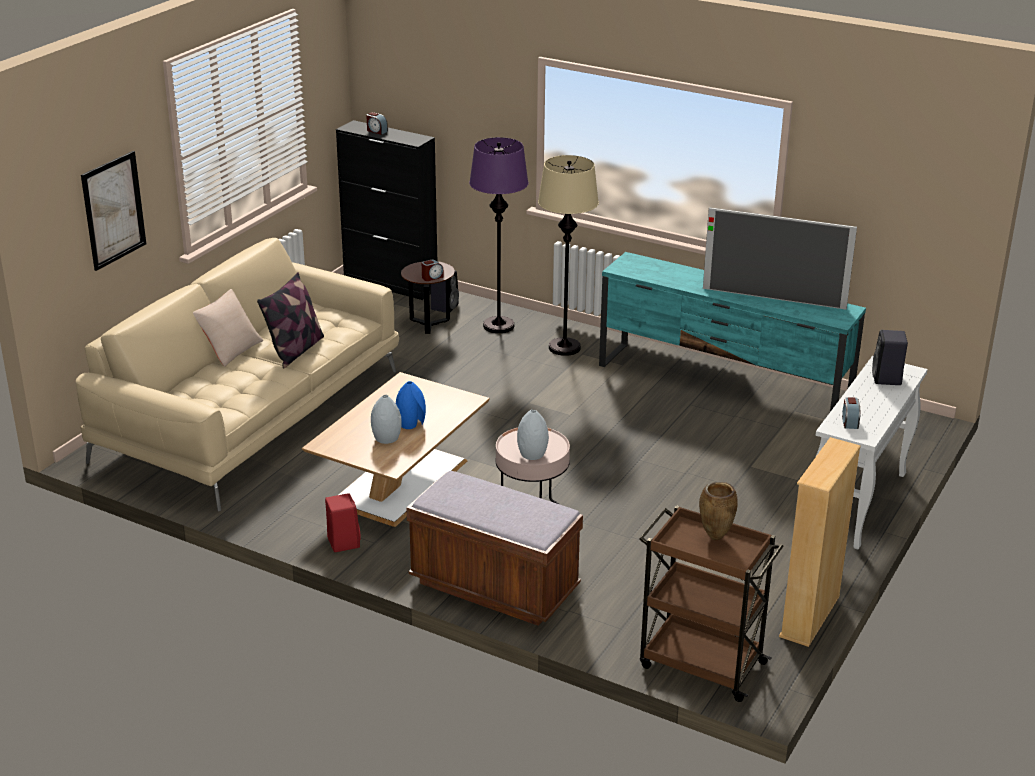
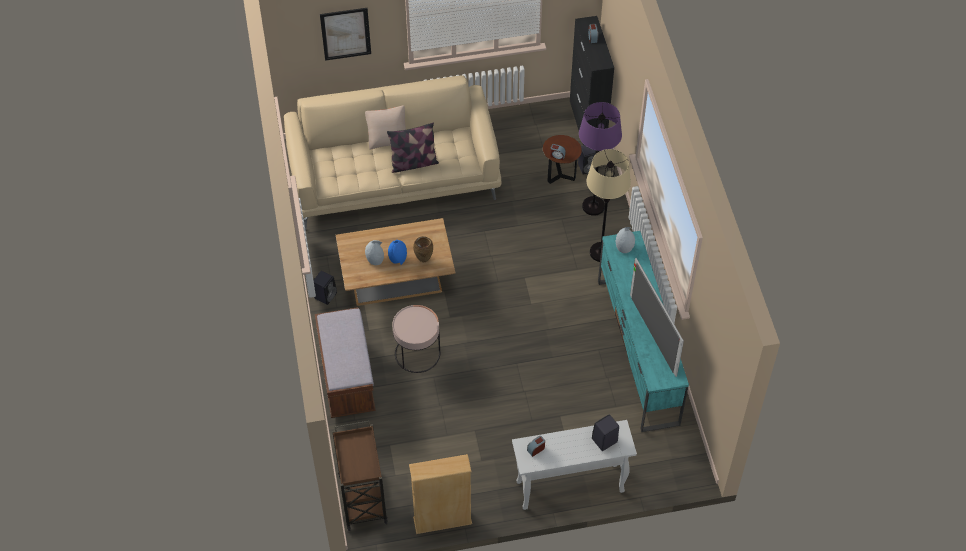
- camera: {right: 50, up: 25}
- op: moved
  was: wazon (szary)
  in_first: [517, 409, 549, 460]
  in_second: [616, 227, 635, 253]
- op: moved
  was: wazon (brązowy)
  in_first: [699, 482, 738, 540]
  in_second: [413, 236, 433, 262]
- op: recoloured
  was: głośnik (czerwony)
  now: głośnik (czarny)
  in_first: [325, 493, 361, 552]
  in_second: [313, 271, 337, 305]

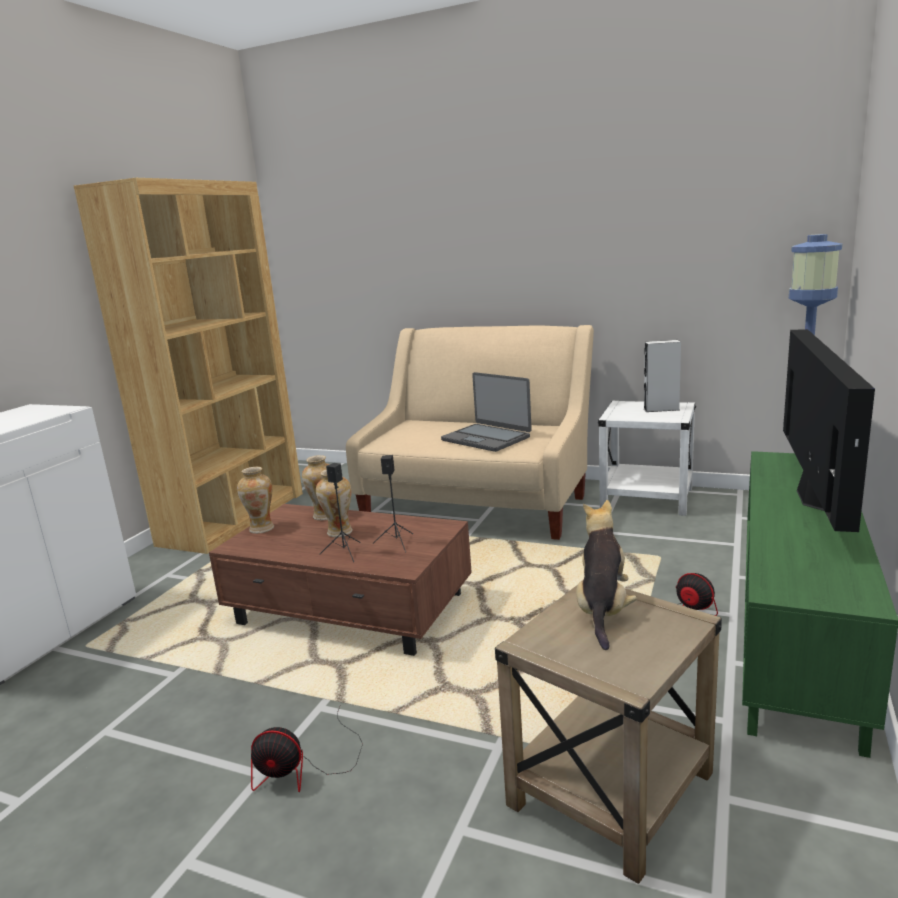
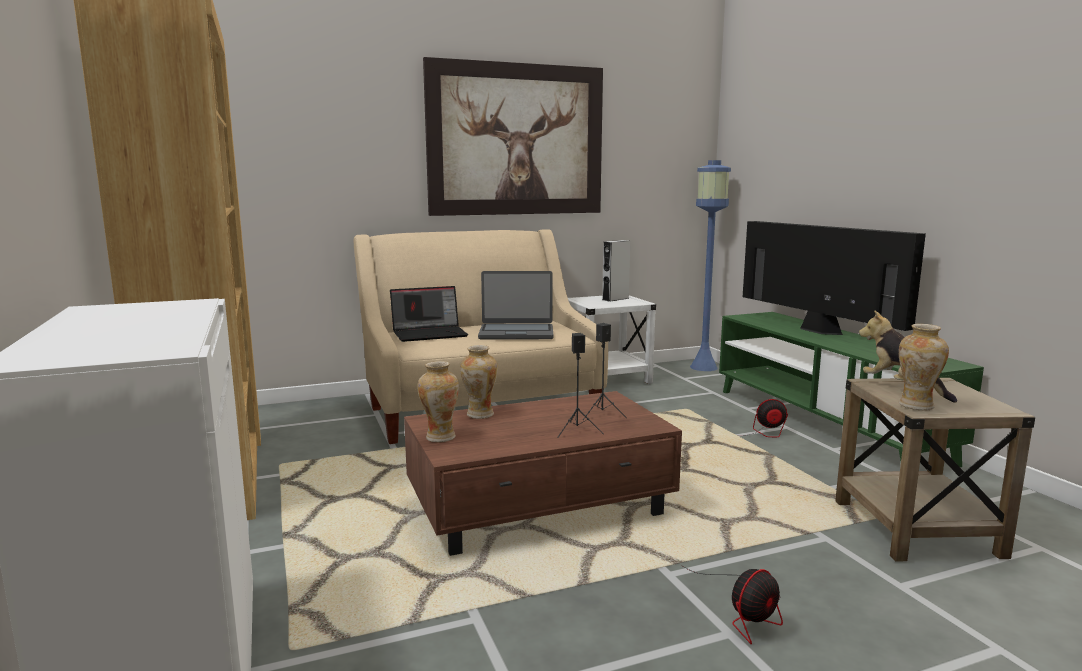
- camera: {right: -45, up: -5}
- op: moved
  was: wazon
  in_first: [316, 469, 353, 537]
  in_second: [899, 324, 949, 410]
- op: added
  now: obraz
  in_second: [423, 57, 603, 216]
- op: added
  now: laptop
  in_second: [390, 286, 468, 342]

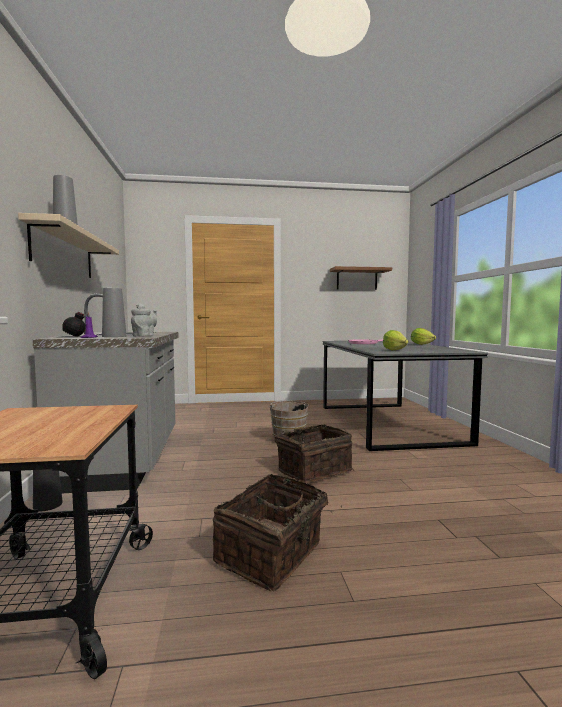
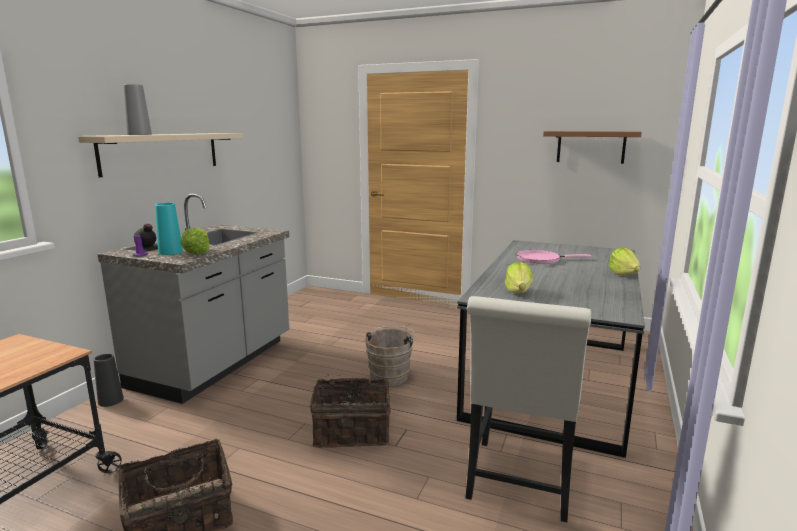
- camera: {right: 30, up: 10}
- op: recoloured
  was: wazon (szary)
  now: wazon (turkusowy)
  in_first: [102, 288, 127, 337]
  in_second: [155, 203, 183, 255]
- op: replaced
  was: imbryk (szary)
  now: sałata
  in_first: [131, 303, 157, 336]
  in_second: [180, 228, 210, 254]
- op: added
  now: krzesło (biały)
  in_second: [466, 296, 591, 523]

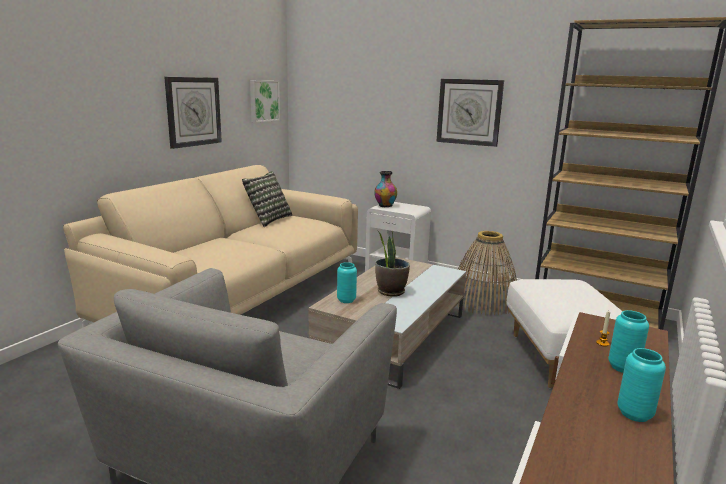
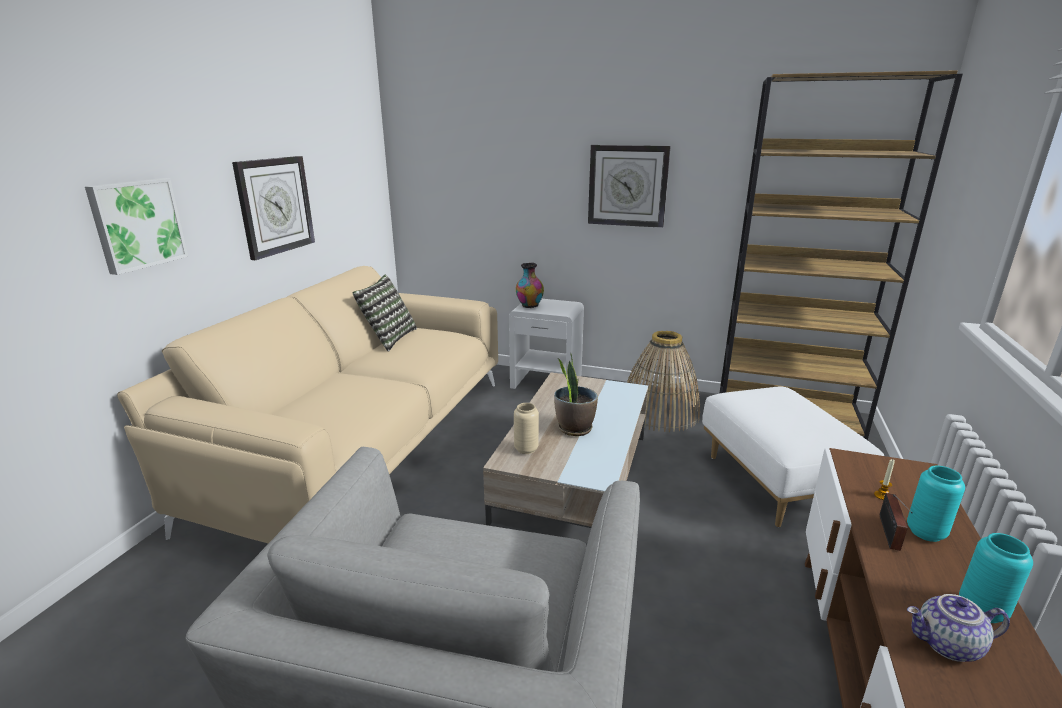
- camera: {right: -10, up: 5}
- op: moved
  was: obraz
  in_first: [250, 80, 280, 123]
  in_second: [85, 178, 188, 275]
- op: recoloured
  was: wazon (turkusowy)
  now: wazon (beżowy)
  in_first: [337, 262, 357, 303]
  in_second: [514, 403, 539, 454]
- op: added
  now: radio
  in_second: [880, 493, 913, 551]
- op: added
  now: imbryk
  in_second: [907, 594, 1010, 662]

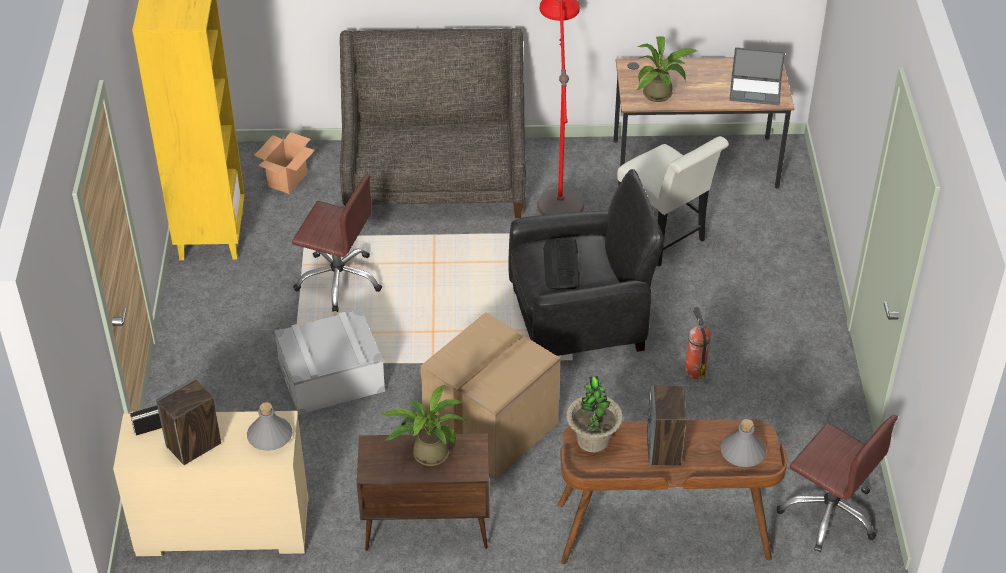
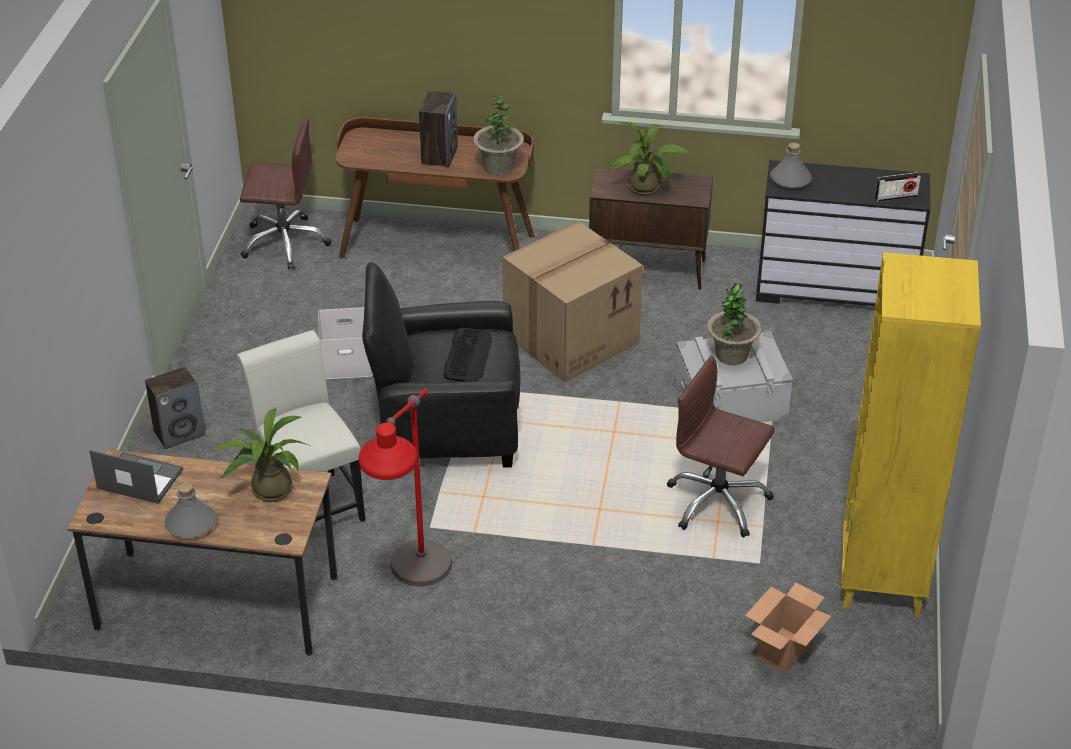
- camera: {right: -170, up: -5}
- op: removed
  was: kanapa (szary)
  in_first: [340, 28, 526, 218]
- op: replaced
  was: gaśnica
  now: pojemnik do przechowywania (biały)
  in_first: [685, 307, 711, 379]
  in_second: [319, 307, 372, 379]
- op: moved
  was: głośnik
  in_first: [156, 378, 221, 465]
  in_second: [145, 367, 205, 449]
- op: recoloured
  was: komoda (beżowy)
  now: komoda (czarny)
  in_first: [113, 411, 309, 556]
  in_second: [756, 160, 930, 306]
- op: turned
  was: krzesło biurowe (brązowy)
  in_first: [777, 415, 898, 552]
  in_second: [240, 119, 331, 269]
  clockwise: 135
- op: moved
  was: butelka (szary)
  in_first: [721, 419, 766, 467]
  in_second: [165, 483, 217, 539]
- op: added
  now: roślina doniczkowa
  in_second: [707, 283, 762, 365]

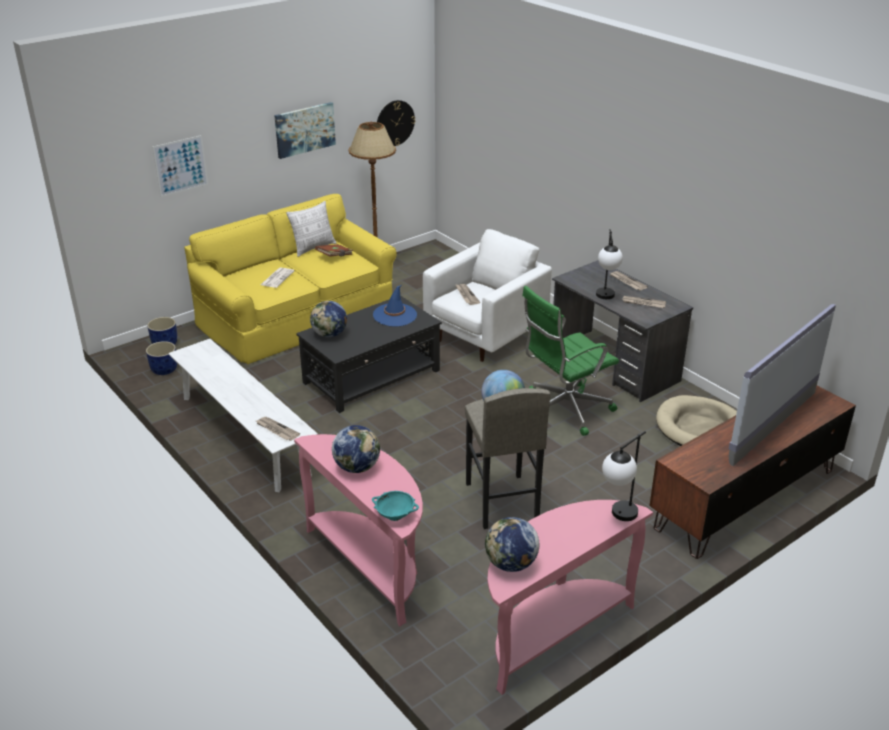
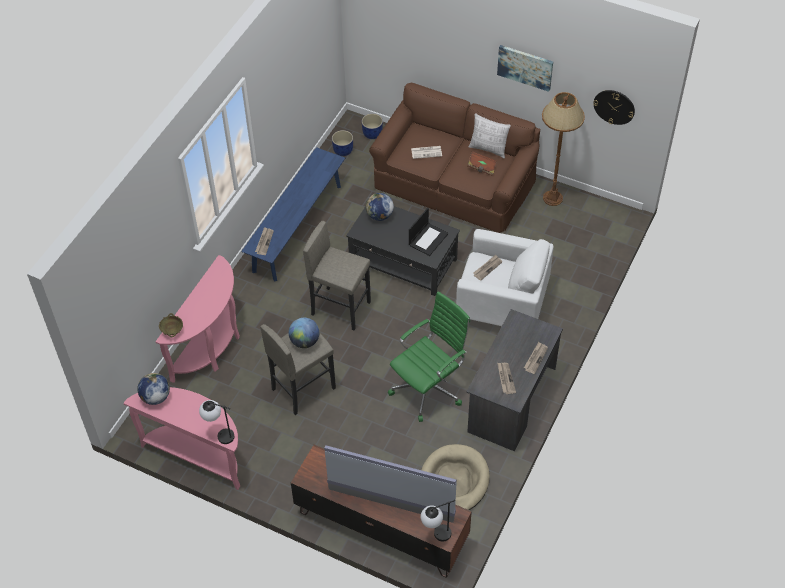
- camera: {right: 65, up: 20}
- op: removed
  was: obraz
  in_first: [152, 135, 208, 197]
- op: recoloured
  was: kanapa (żółty)
  now: kanapa (brązowy)
  in_first: [184, 194, 397, 364]
  in_second: [369, 83, 540, 233]
- op: moved
  was: lampa stołowa
  in_first: [596, 229, 623, 299]
  in_second: [421, 500, 455, 541]
- op: replaced
  was: kapelusz (niebieski)
  now: laptop
  in_first: [373, 285, 417, 327]
  in_second: [409, 208, 448, 256]
- op: turned
  was: krzesło biurowe (zielony)
  in_first: [522, 286, 619, 436]
  in_second: [388, 291, 470, 422]
  clockwise: 105
- op: recoloured
  was: ławka (biały)
  now: ławka (niebieski)
  in_first: [168, 339, 318, 492]
  in_second: [241, 147, 345, 282]
- op: removed
  was: globus
  in_first: [332, 425, 380, 473]
- op: recoloured
  was: miska (turkusowy)
  now: miska (beżowy)
  in_first: [372, 491, 419, 521]
  in_second: [159, 313, 183, 337]
- op: added
  now: stołek (szary)
  in_second: [303, 221, 371, 331]

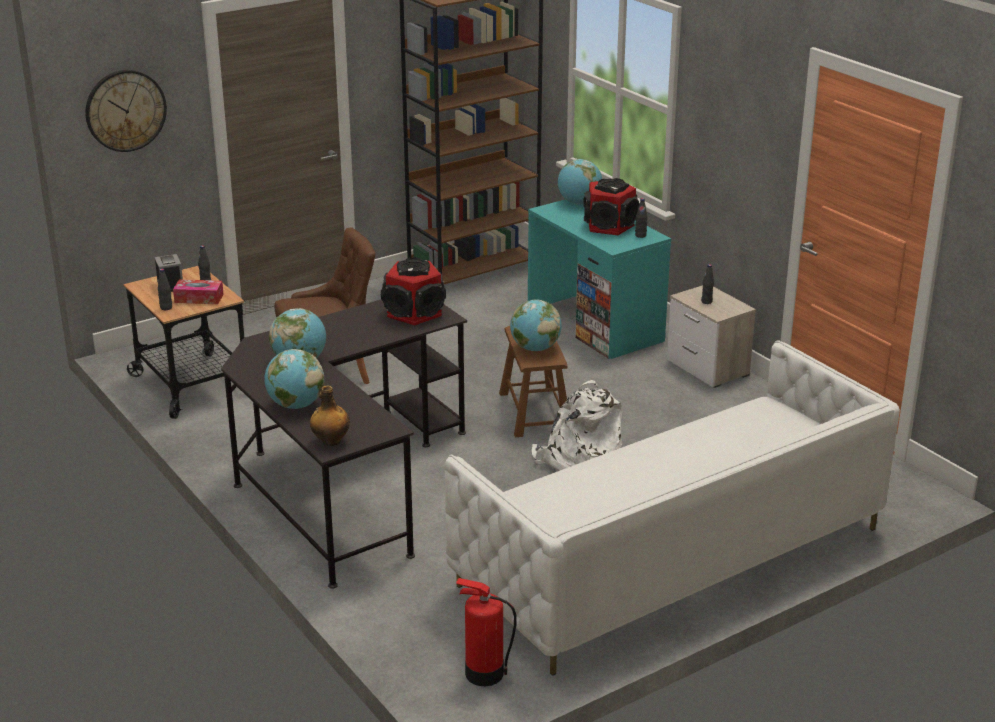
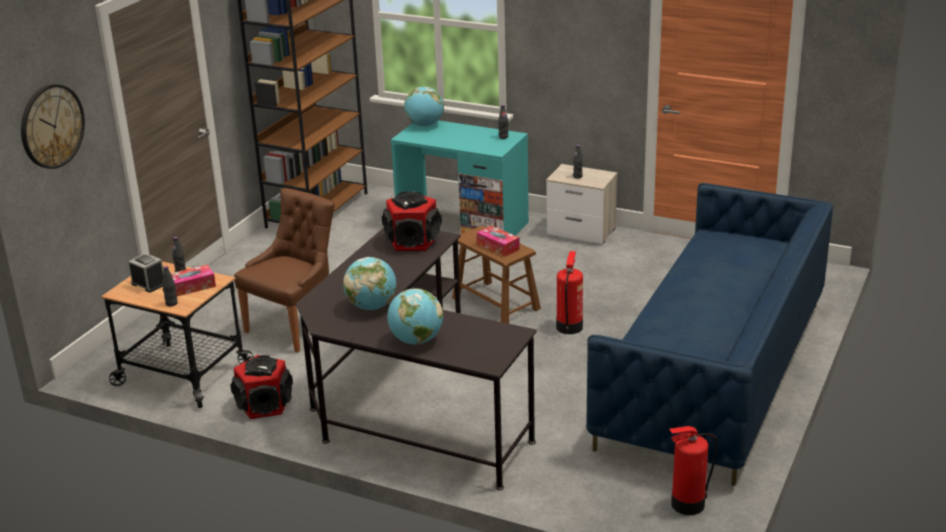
- camera: {right: -30, up: 0}
- op: moved
  was: głośnik
  in_first: [583, 178, 639, 235]
  in_second: [231, 355, 293, 419]
- op: replaced
  was: globus
  now: pudełko chusteczek
  in_first: [510, 299, 562, 351]
  in_second: [477, 226, 520, 257]
- op: recoloured
  was: kanapa (biały)
  now: kanapa (niebieski)
  in_first: [445, 340, 900, 676]
  in_second: [586, 183, 833, 486]
- op: replaced
  was: plecak (biały)
  now: gaśnica
  in_first: [532, 380, 622, 471]
  in_second: [556, 251, 583, 334]
- op: removed
  was: butelka
  in_first: [310, 386, 350, 446]

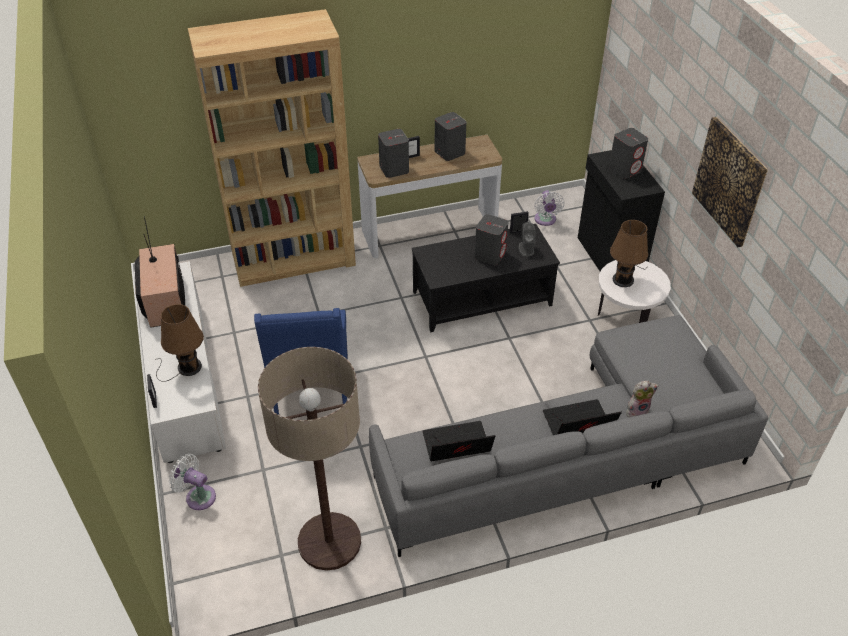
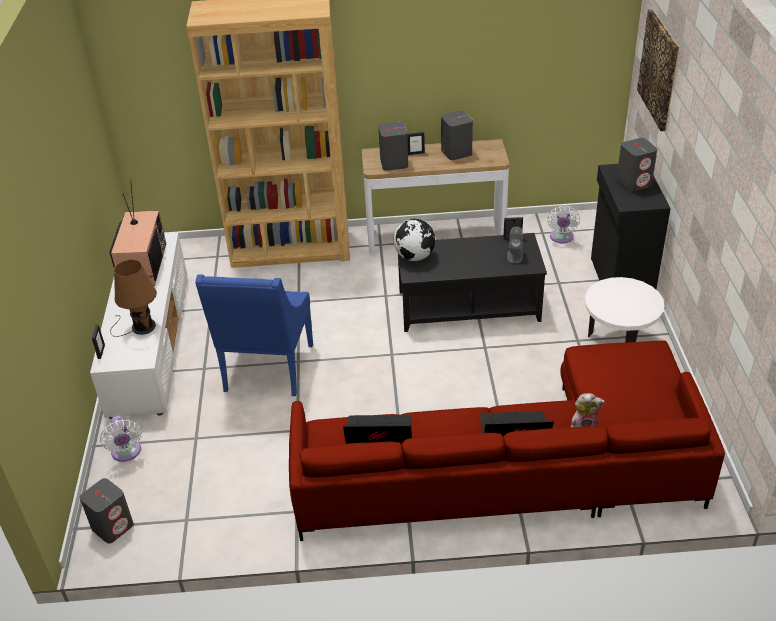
- camera: {right: 15, up: -5}
- op: moved
  was: obraz
  in_first: [692, 117, 768, 247]
  in_second: [637, 9, 679, 131]
- op: moved
  was: głośnik (szary)
  in_first: [475, 214, 508, 265]
  in_second: [80, 478, 134, 544]
- op: removed
  was: lampa stołowa (brązowy)
  in_first: [610, 220, 648, 287]
- op: recoloured
  was: kanapa (szary)
  now: kanapa (czerwony)
  in_first: [369, 315, 768, 557]
  in_second: [289, 340, 725, 541]
- op: removed
  was: lampa stojąca
  in_first: [258, 347, 361, 571]
- op: turned
  was: wentylator (biały)
  in_first: [169, 454, 216, 510]
  in_second: [100, 416, 142, 462]
  clockwise: -150
- op: added
  now: globus
  in_second: [393, 219, 435, 261]

